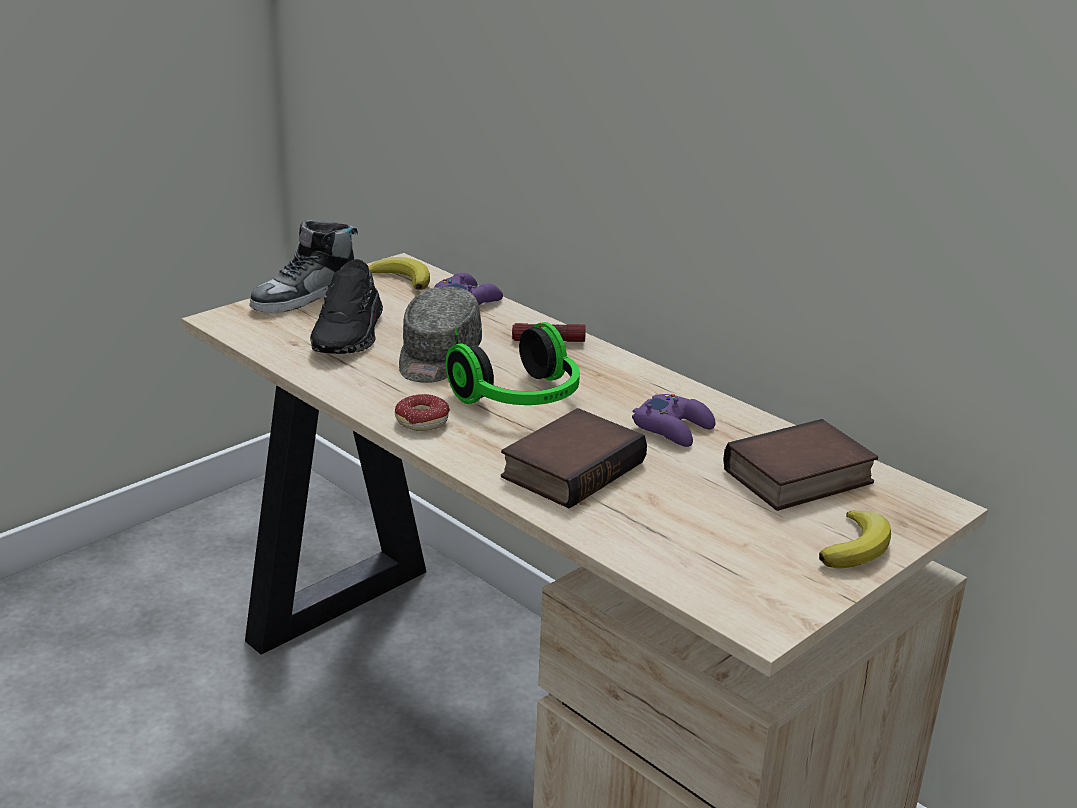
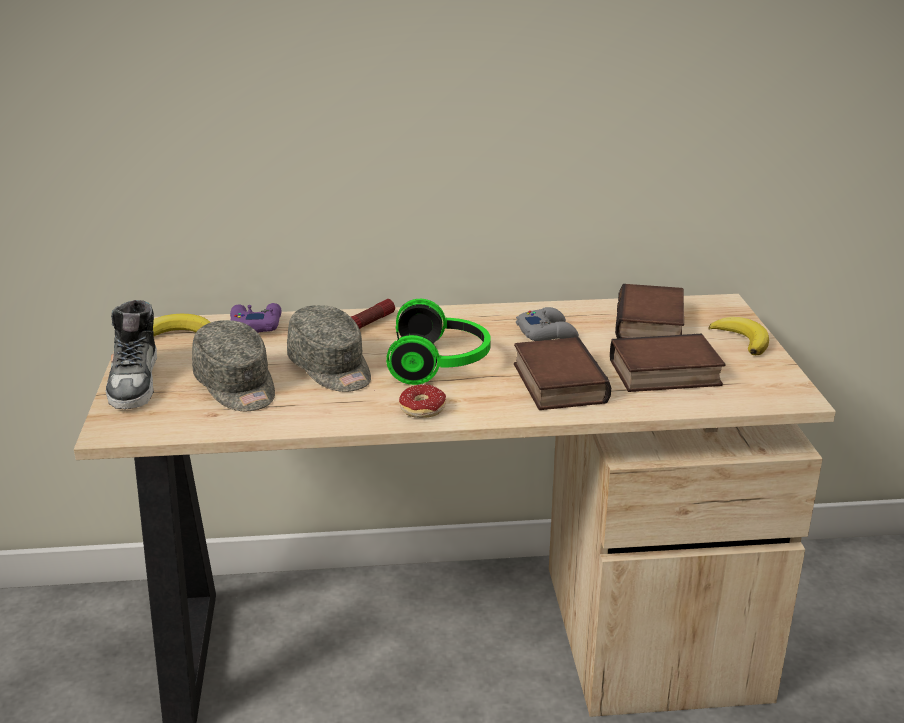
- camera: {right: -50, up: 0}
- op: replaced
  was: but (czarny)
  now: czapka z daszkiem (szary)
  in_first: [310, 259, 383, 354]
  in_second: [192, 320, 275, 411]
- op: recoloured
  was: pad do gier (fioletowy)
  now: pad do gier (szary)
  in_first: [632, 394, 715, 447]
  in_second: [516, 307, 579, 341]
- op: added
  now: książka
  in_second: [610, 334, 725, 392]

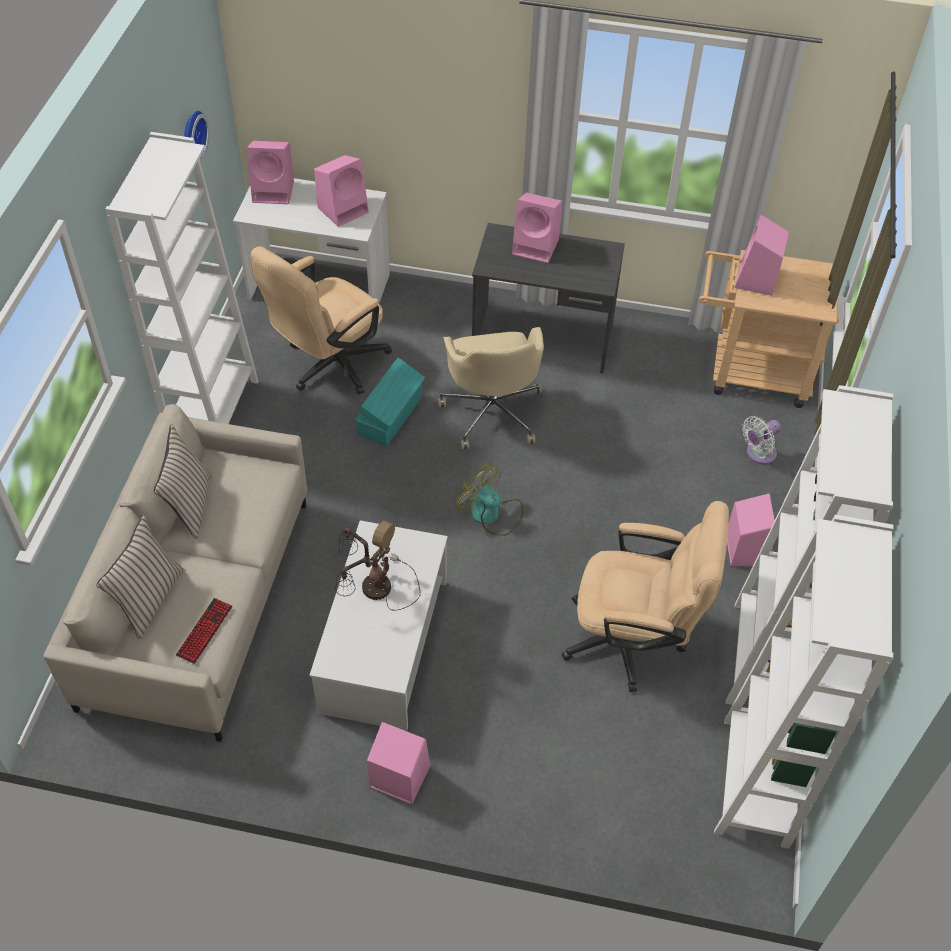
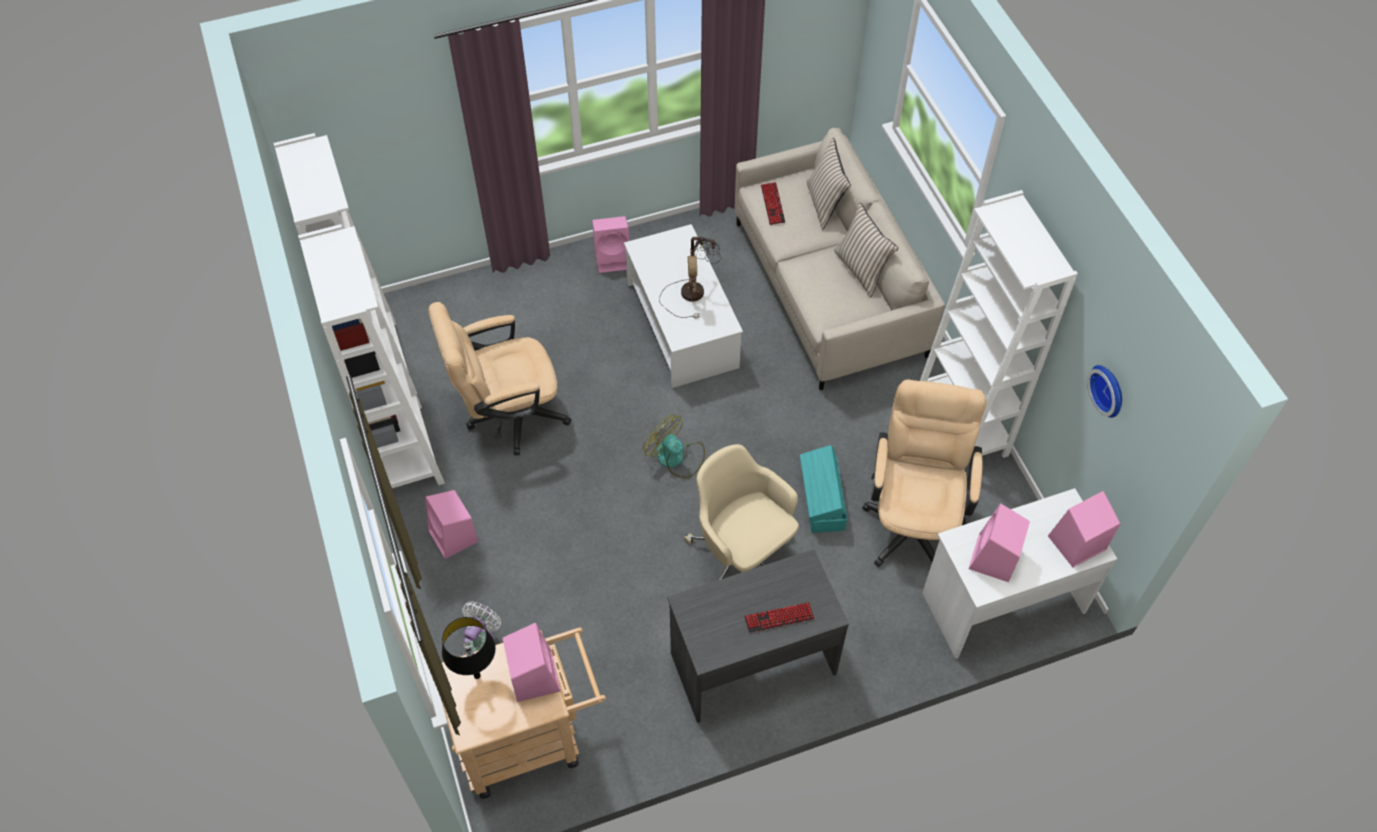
- camera: {right: 150, up: 5}
- op: replaced
  was: głośnik (różowy)
  now: klawiatura
  in_first: [512, 193, 562, 263]
  in_second: [744, 602, 815, 633]
- op: turned
  was: wentylator
  in_first: [456, 463, 523, 536]
  in_second: [643, 414, 705, 478]
  clockwise: -150
- op: added
  now: lampa stołowa (czarny)
  in_second: [442, 617, 496, 679]

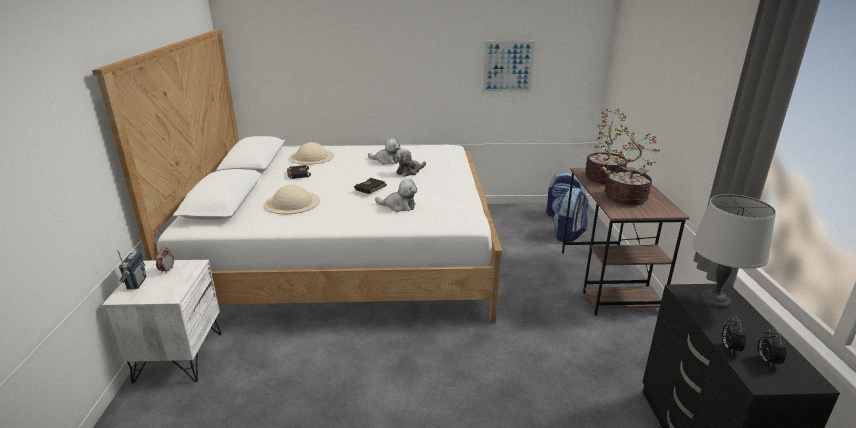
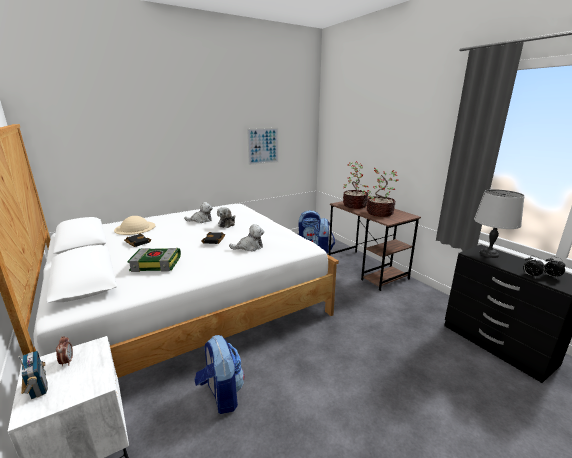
- camera: {right: -30, up: -5}
- op: replaced
  was: kapelusz (beżowy)
  now: książka
  in_first: [264, 185, 320, 214]
  in_second: [127, 248, 181, 272]
- op: added
  now: plecak
  in_second: [195, 335, 244, 414]

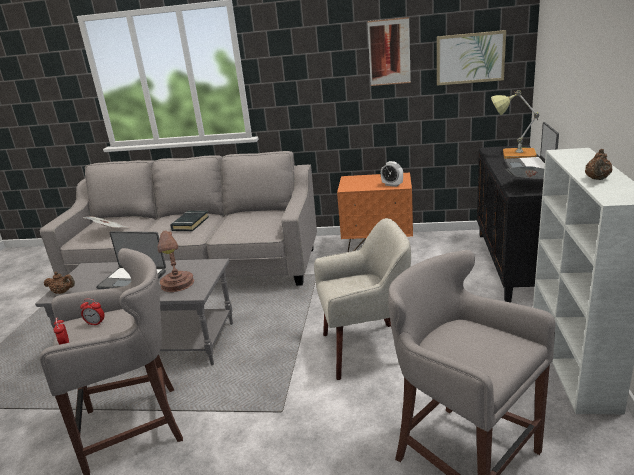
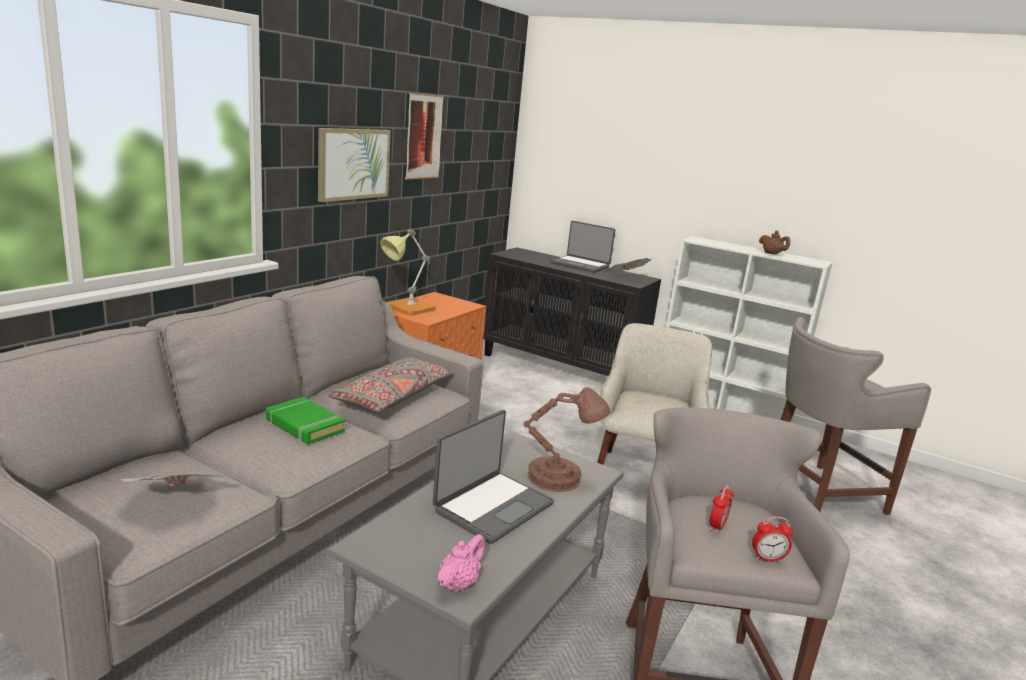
- camera: {right: -70, up: -5}
- op: moved
  was: obraz
  in_first: [437, 30, 506, 86]
  in_second: [318, 128, 391, 202]
- op: moved
  was: lampa stołowa
  in_first: [491, 90, 539, 159]
  in_second: [380, 229, 436, 316]
- op: removed
  was: budzik
  in_first: [381, 161, 403, 187]
- op: recoloured
  was: książka (czarny)
  now: książka (zielony)
  in_first: [170, 211, 209, 231]
  in_second: [266, 397, 345, 445]
- op: recoloured
  was: imbryk (brązowy)
  now: imbryk (różowy)
  in_first: [44, 272, 75, 294]
  in_second: [437, 534, 485, 592]
- op: added
  now: poduszka (szary)
  in_second: [328, 357, 452, 413]

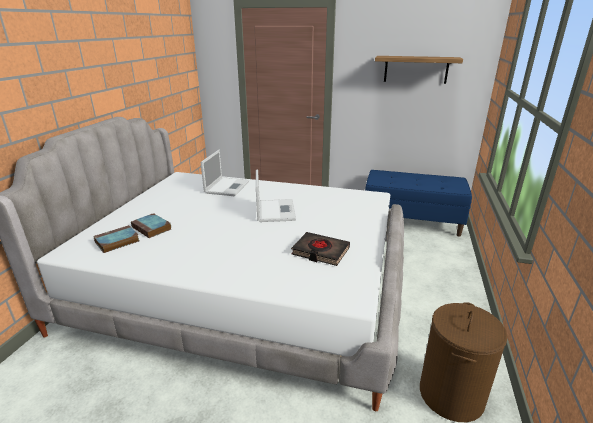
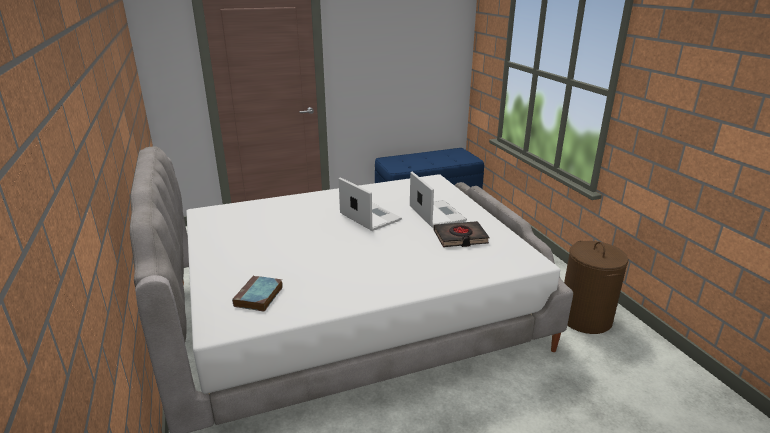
- camera: {right: -35, up: 0}
- op: removed
  was: półka
  in_first: [375, 56, 463, 84]
- op: moved
  was: laptop
  in_first: [200, 150, 249, 196]
  in_second: [410, 172, 467, 228]
- op: removed
  was: książka
  in_first: [131, 213, 171, 238]

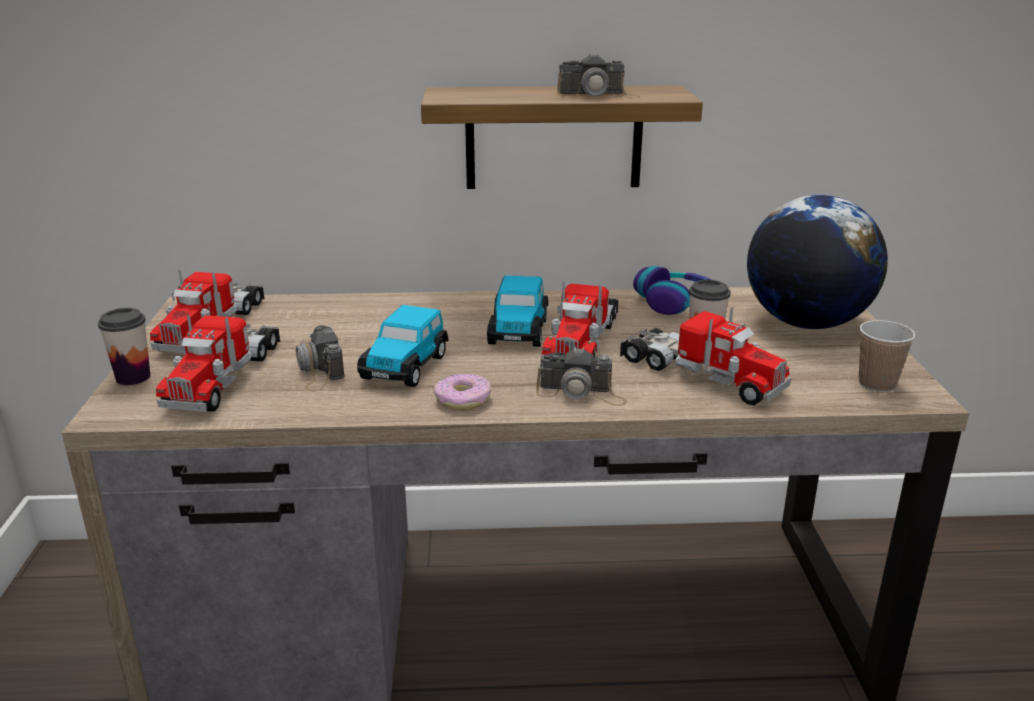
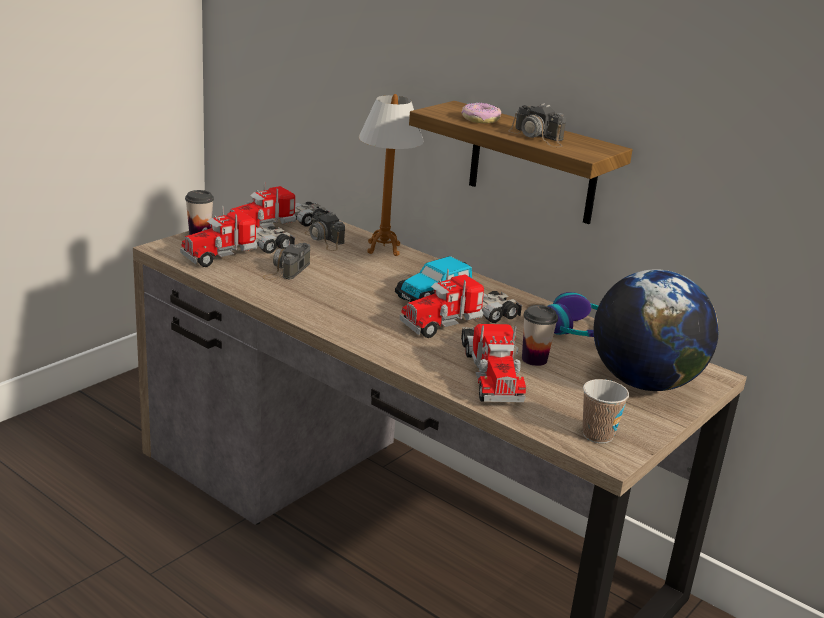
- camera: {right: 40, up: 0}
- op: removed
  was: samochodzik
  in_first: [357, 305, 449, 387]
- op: moved
  was: aparat fotograficzny
  in_first: [536, 347, 627, 406]
  in_second: [304, 212, 345, 251]
- op: moved
  was: donut
  in_first: [434, 373, 491, 410]
  in_second: [461, 103, 501, 123]
- op: added
  now: lampa stołowa
  in_second: [359, 94, 424, 256]

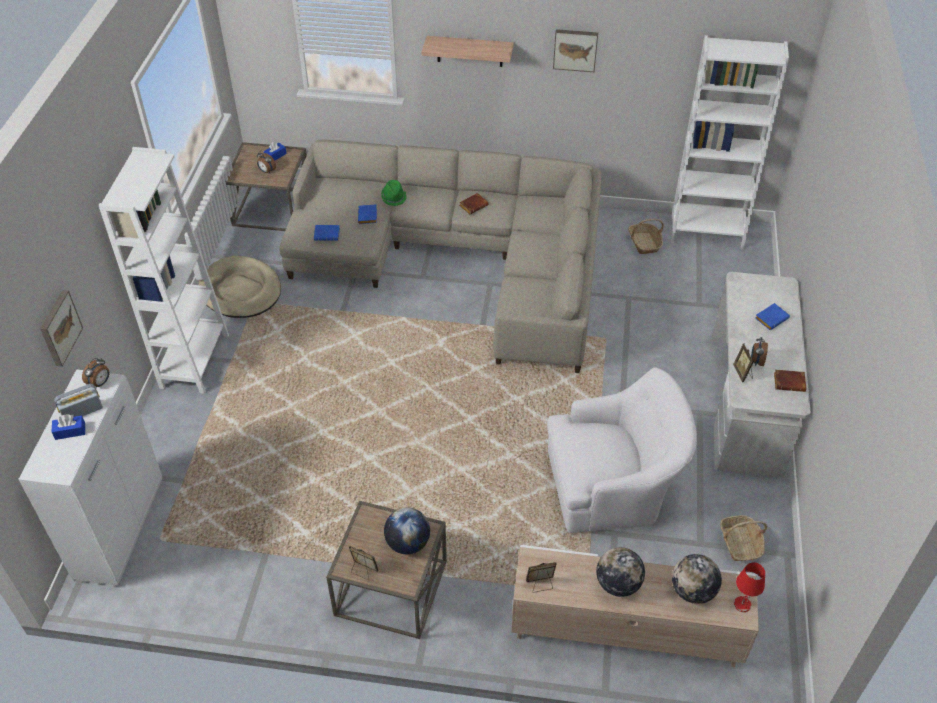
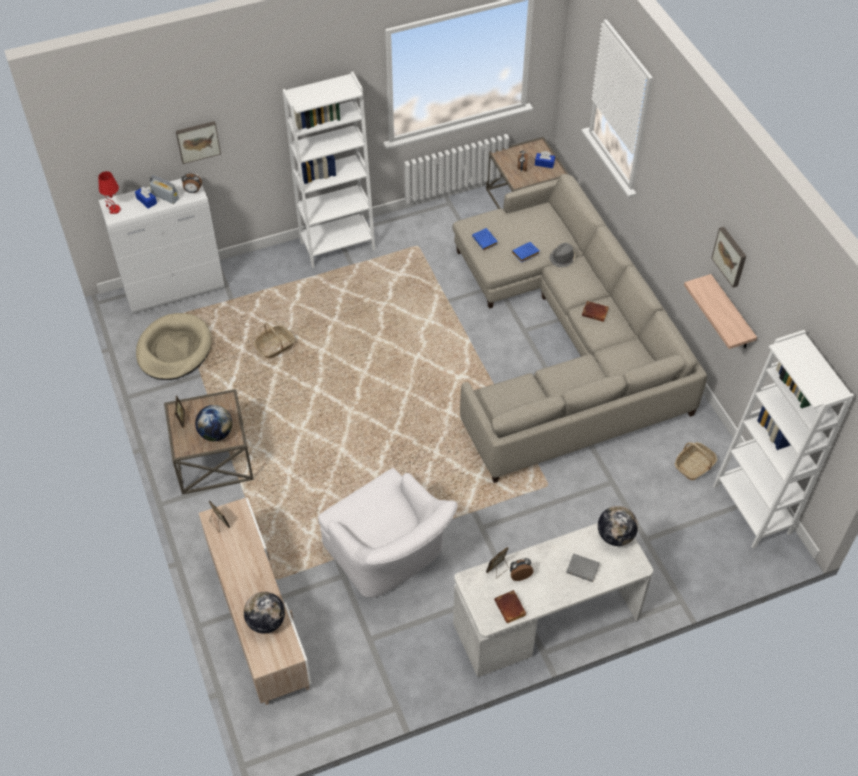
- camera: {right: 60, up: 5}
- op: moved
  was: półka
  in_first: [422, 36, 514, 67]
  in_second: [684, 274, 757, 349]
- op: recoloured
  was: kapelusz (zielony)
  now: kapelusz (szary)
  in_first: [381, 180, 407, 206]
  in_second: [549, 243, 576, 267]
- op: moved
  was: legowisko (beżowy)
  in_first: [198, 256, 281, 318]
  in_second: [136, 313, 212, 380]
- op: recoloured
  was: książka (niebieski)
  now: książka (szary)
  in_first: [755, 303, 790, 330]
  in_second: [566, 553, 600, 582]
- op: moved
  was: koszyk
  in_first: [720, 515, 767, 561]
  in_second: [254, 323, 295, 359]
- op: moved
  was: globus
  in_first: [596, 547, 645, 597]
  in_second: [598, 506, 638, 546]
- op: moved
  was: lampa stołowa (czerwony)
  in_first: [734, 562, 765, 612]
  in_second: [98, 171, 121, 214]

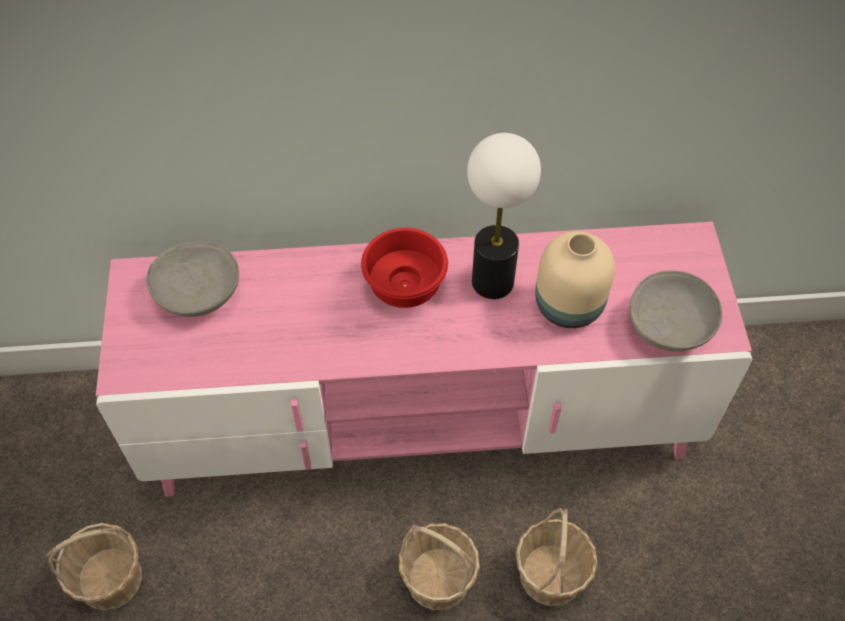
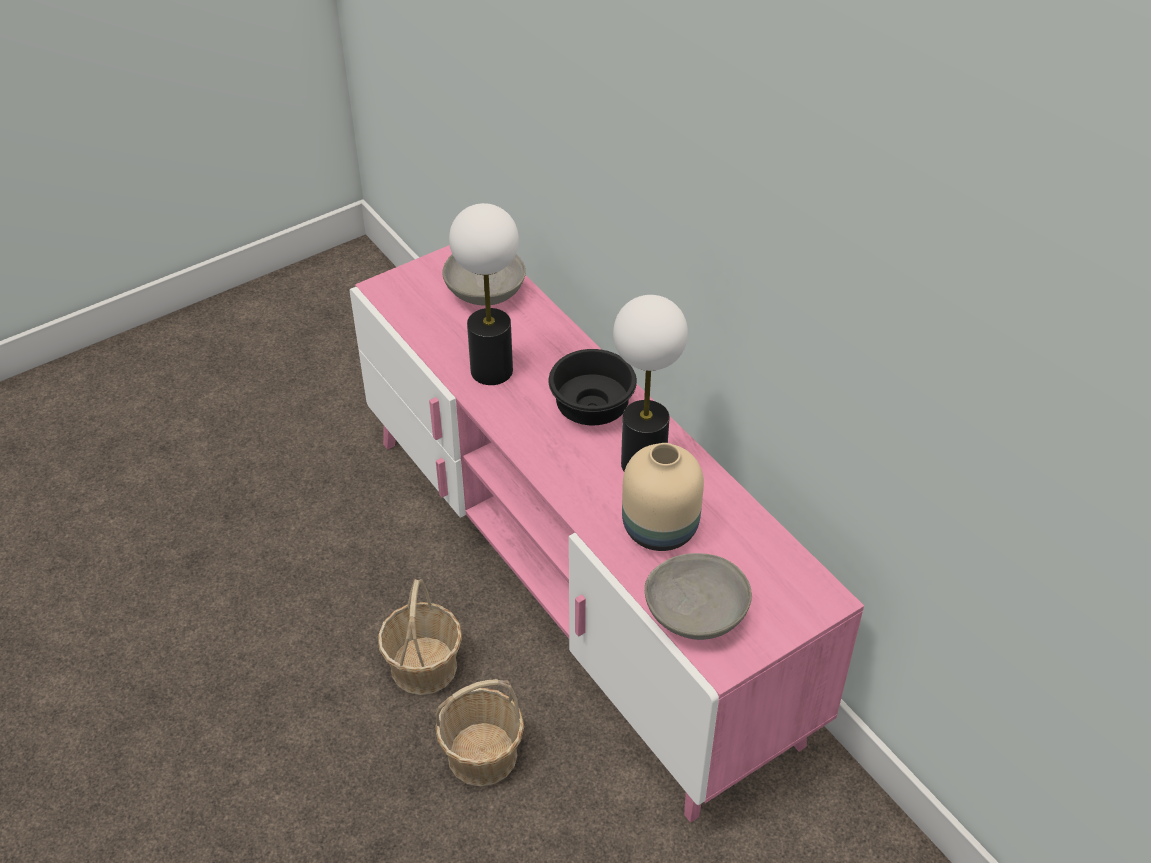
- camera: {right: 60, up: -10}
- op: recoloured
  was: miska (czerwony)
  now: miska (czarny)
  in_first: [361, 228, 448, 308]
  in_second: [548, 349, 637, 425]
- op: removed
  was: koszyk
  in_first: [47, 523, 142, 611]
- op: added
  now: lampa stołowa
  in_second: [449, 203, 519, 385]

